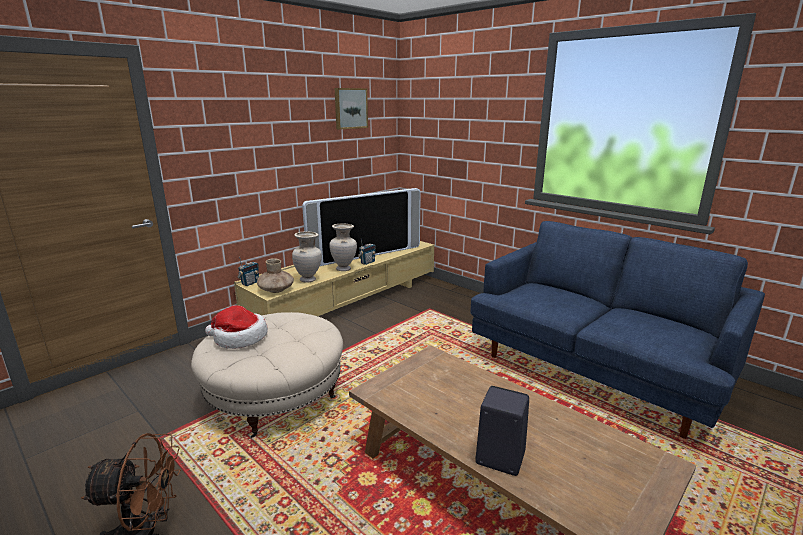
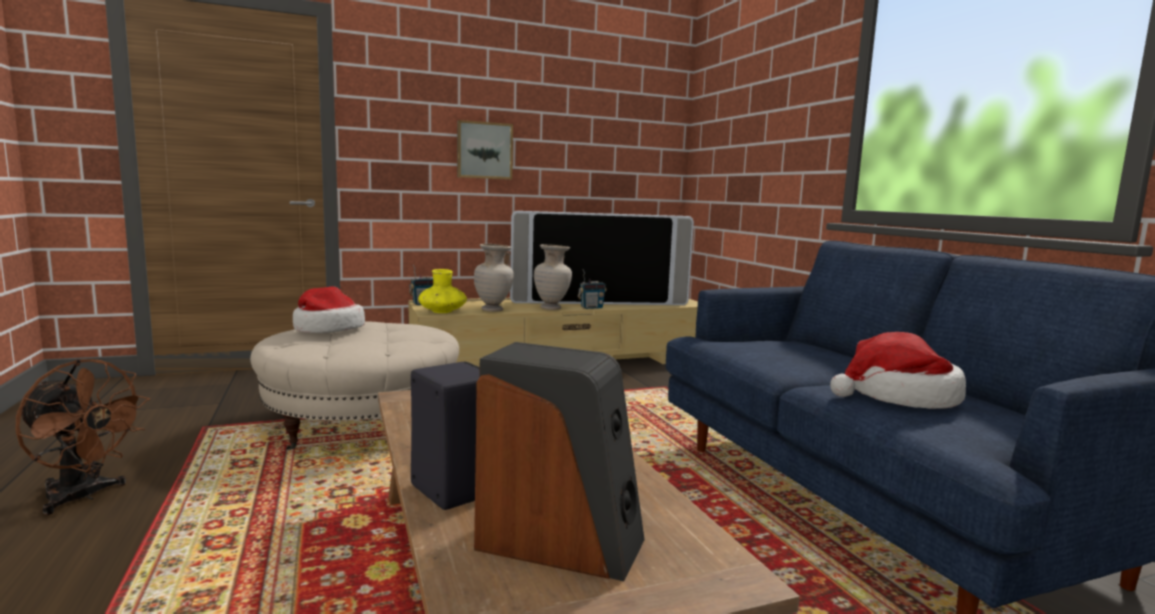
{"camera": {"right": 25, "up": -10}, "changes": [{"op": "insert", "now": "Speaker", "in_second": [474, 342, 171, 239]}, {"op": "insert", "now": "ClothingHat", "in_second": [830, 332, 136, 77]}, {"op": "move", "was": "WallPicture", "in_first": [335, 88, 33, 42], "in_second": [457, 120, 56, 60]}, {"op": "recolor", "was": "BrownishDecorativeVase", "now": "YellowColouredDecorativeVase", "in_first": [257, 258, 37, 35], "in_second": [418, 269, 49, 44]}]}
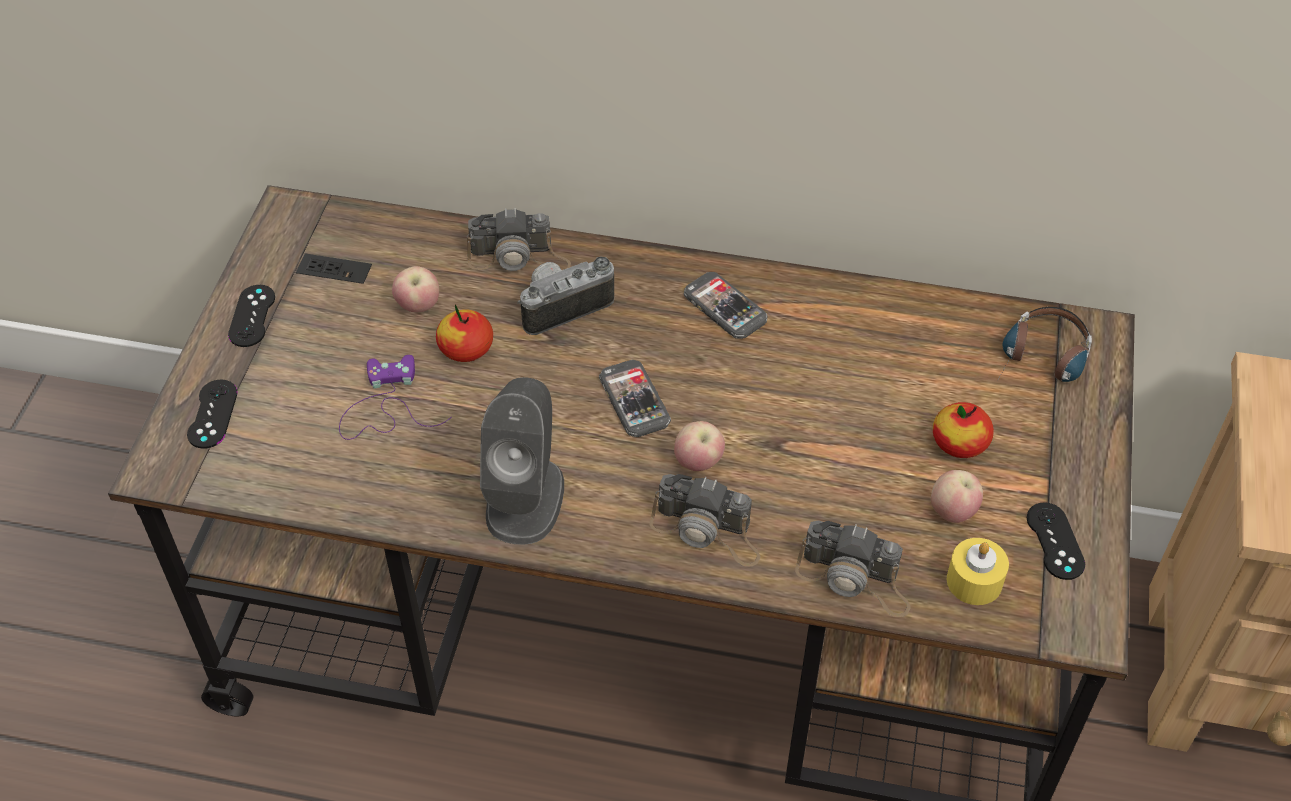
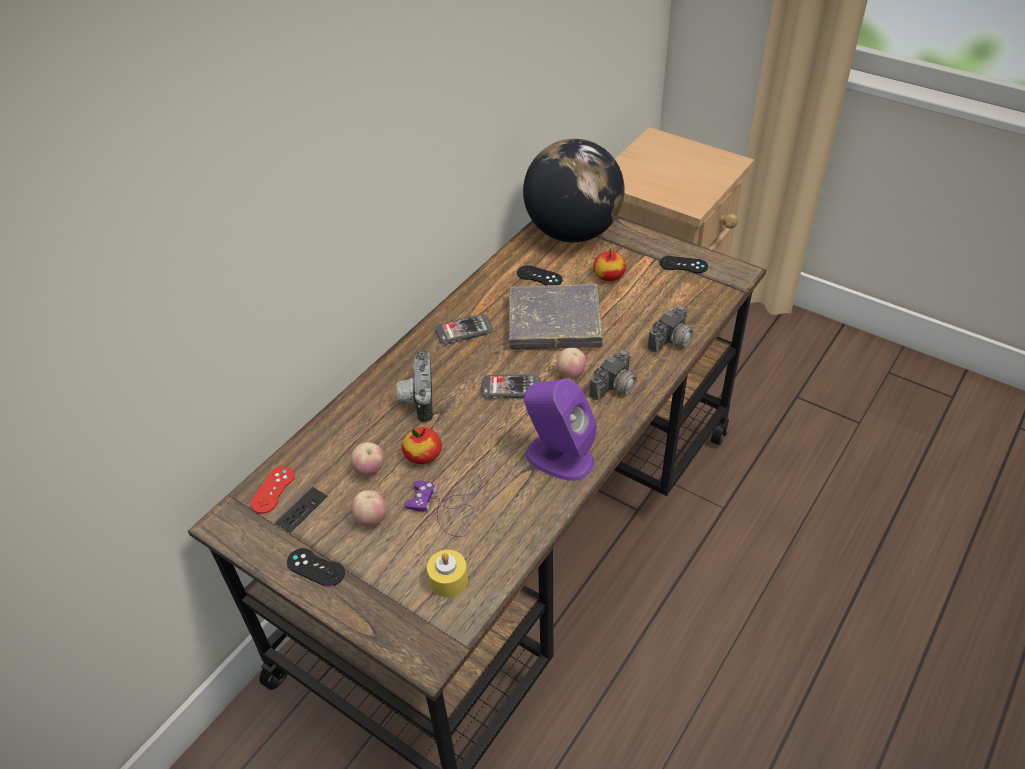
{"camera": {"right": -65, "up": -5}, "changes": [{"op": "delete", "was": "StillCamera", "in_first": [467, 208, 104, 63]}, {"op": "insert", "now": "ReddishGamepad", "in_second": [251, 466, 43, 48]}, {"op": "insert", "now": "GrayBoundBook", "in_second": [509, 284, 94, 66]}, {"op": "move", "was": "BlackishGamepad", "in_first": [187, 380, 51, 69], "in_second": [517, 265, 45, 20]}, {"op": "move", "was": "AppleFruit", "in_first": [931, 470, 52, 53], "in_second": [351, 490, 35, 36]}, {"op": "move", "was": "YellowColouredWaxLight", "in_first": [947, 538, 62, 67], "in_second": [427, 550, 41, 47]}, {"op": "replace", "was": "Headset", "now": "Globe", "in_first": [998, 307, 94, 75], "in_second": [523, 139, 102, 103]}, {"op": "recolor", "was": "GraySpeaker", "now": "PurplishSpeaker", "in_first": [480, 377, 84, 168], "in_second": [524, 379, 73, 102]}]}
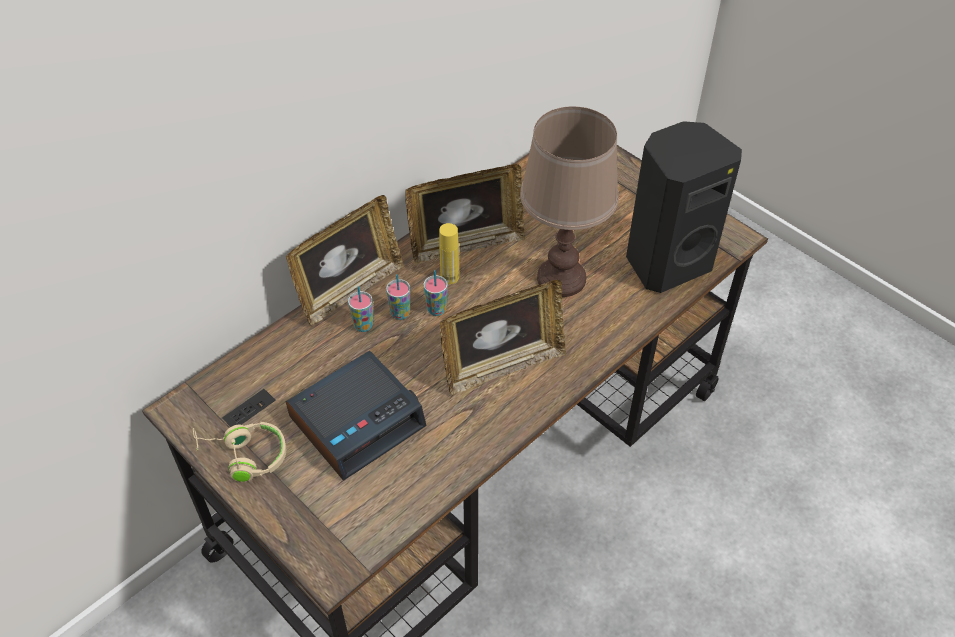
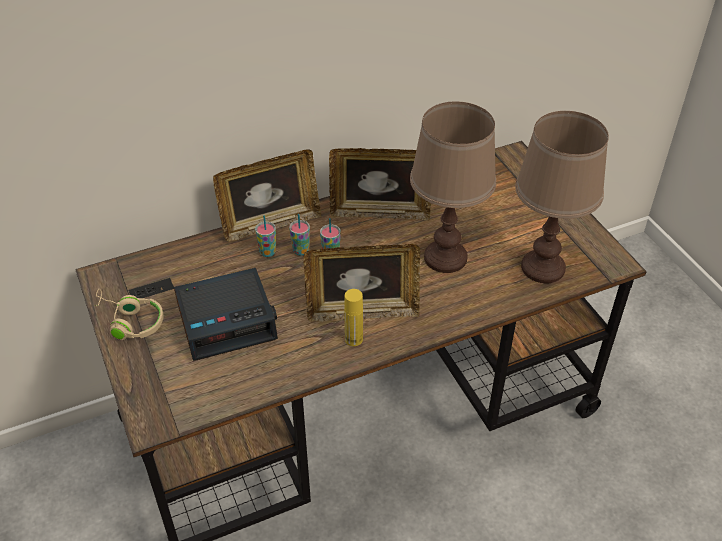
{"camera": {"right": 20, "up": -5}, "changes": [{"op": "move", "was": "YellowColouredBottle", "in_first": [439, 223, 20, 61], "in_second": [344, 289, 19, 57]}, {"op": "replace", "was": "BlackishSpeaker", "now": "BrownishTabletopLamp", "in_first": [626, 121, 116, 172], "in_second": [515, 111, 94, 172]}]}
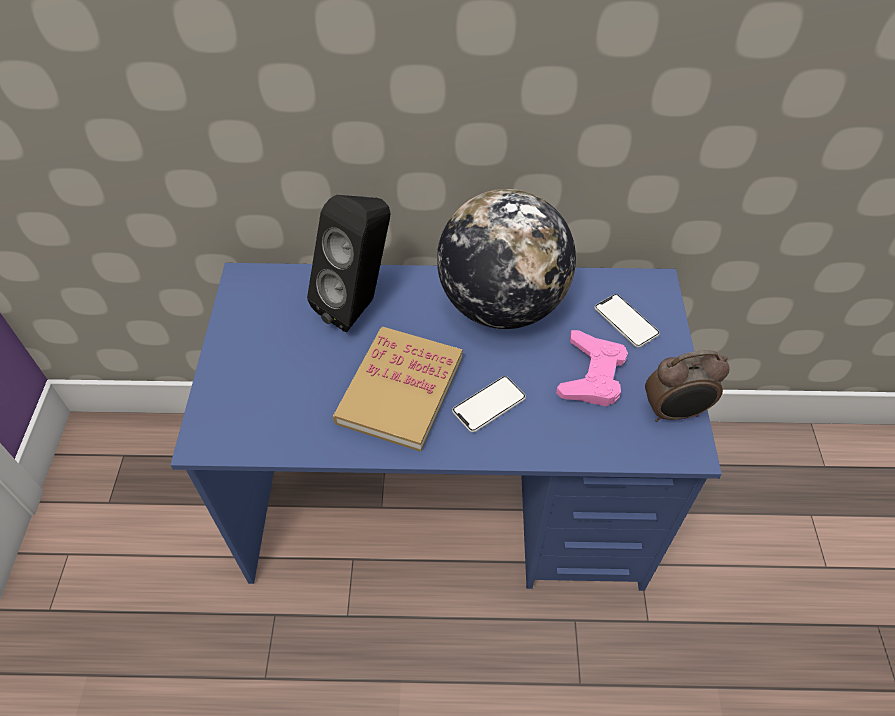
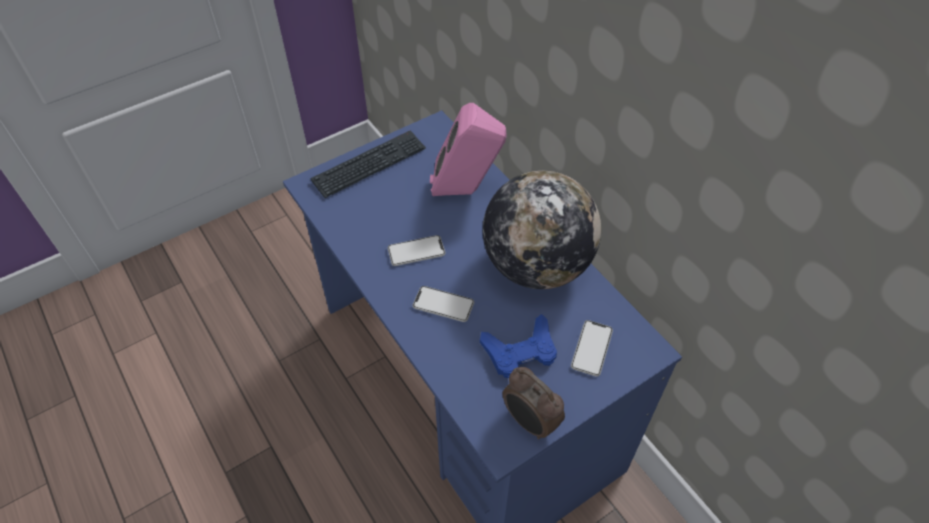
{"camera": {"right": 55, "up": 0}, "changes": [{"op": "insert", "now": "Keyboard", "in_second": [311, 130, 115, 68]}, {"op": "replace", "was": "BoundBook", "now": "Phone", "in_first": [333, 327, 130, 125], "in_second": [387, 235, 58, 31]}, {"op": "recolor", "was": "BlackishSpeaker", "now": "PinkColouredSpeaker", "in_first": [307, 195, 83, 137], "in_second": [430, 103, 77, 93]}, {"op": "recolor", "was": "PinkColouredGamepad", "now": "BlueColouredGamepad", "in_first": [556, 330, 72, 76], "in_second": [480, 314, 77, 64]}]}
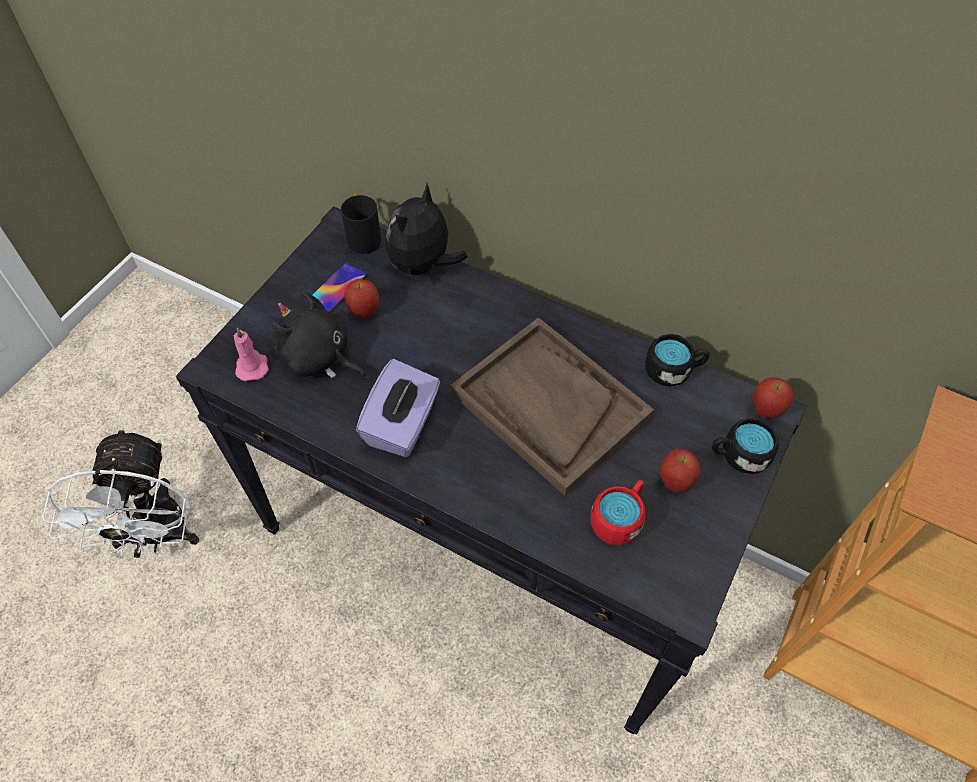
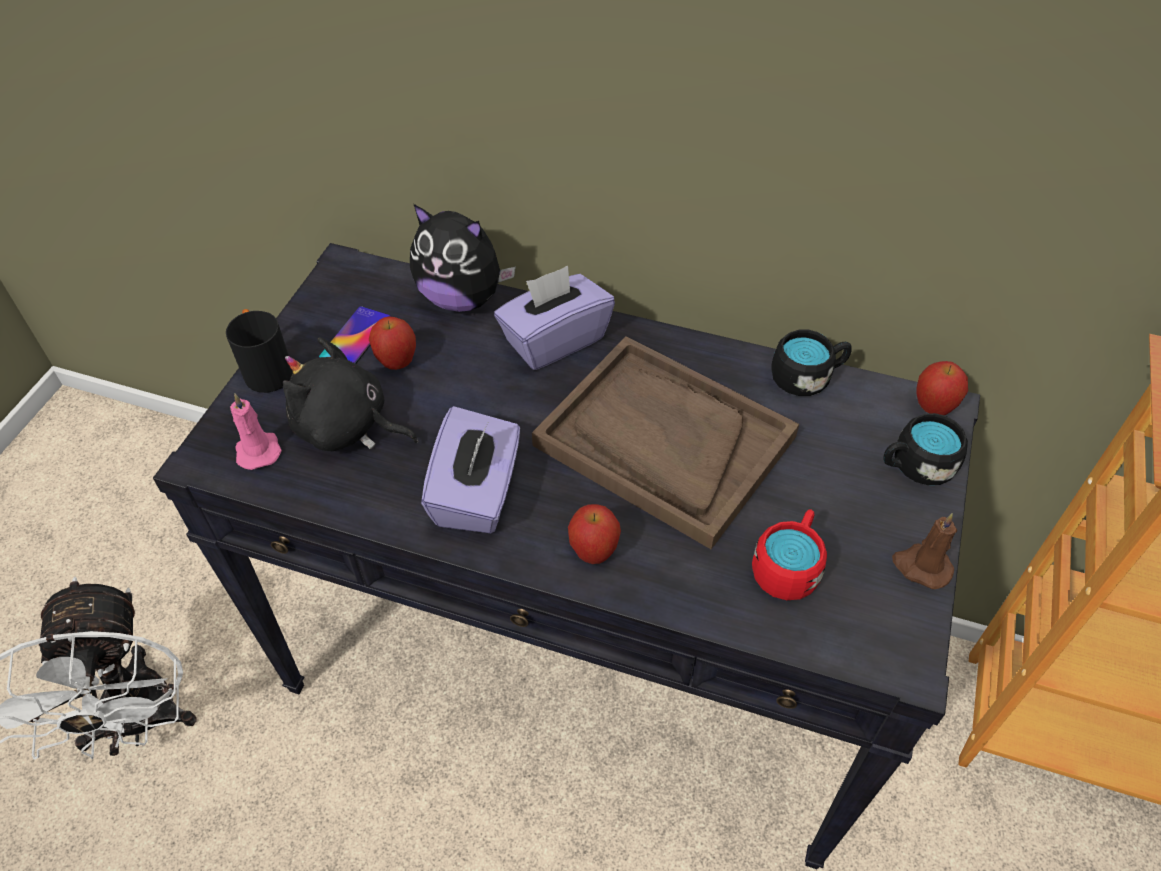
{"camera": {"right": -10, "up": -5}, "changes": [{"op": "insert", "now": "PurplishTissueHolder", "in_second": [494, 266, 121, 104]}, {"op": "insert", "now": "BrownishWaxLight", "in_second": [892, 513, 65, 76]}, {"op": "move", "was": "BlackishCoffeeMug", "in_first": [341, 193, 40, 61], "in_second": [226, 309, 67, 84]}, {"op": "move", "was": "AppleFruit", "in_first": [660, 449, 41, 43], "in_second": [568, 504, 53, 60]}, {"op": "rotate", "was": "CuddlyToy", "in_first": [385, 183, 82, 96], "in_second": [410, 204, 106, 108], "clockwise": -90}]}
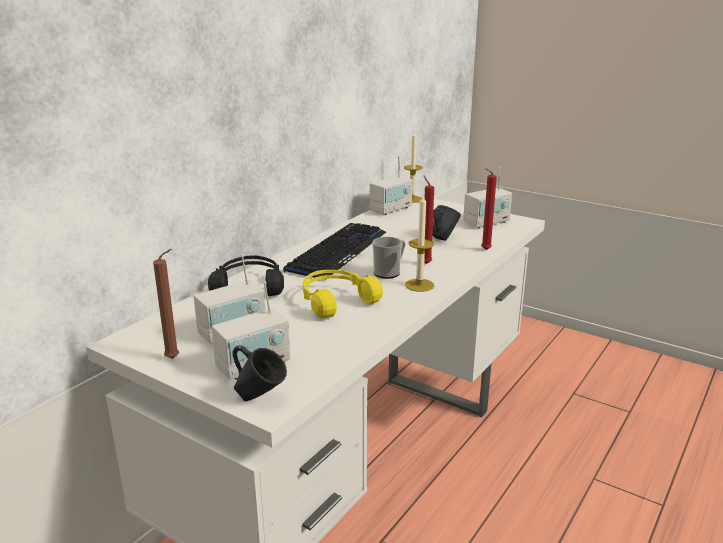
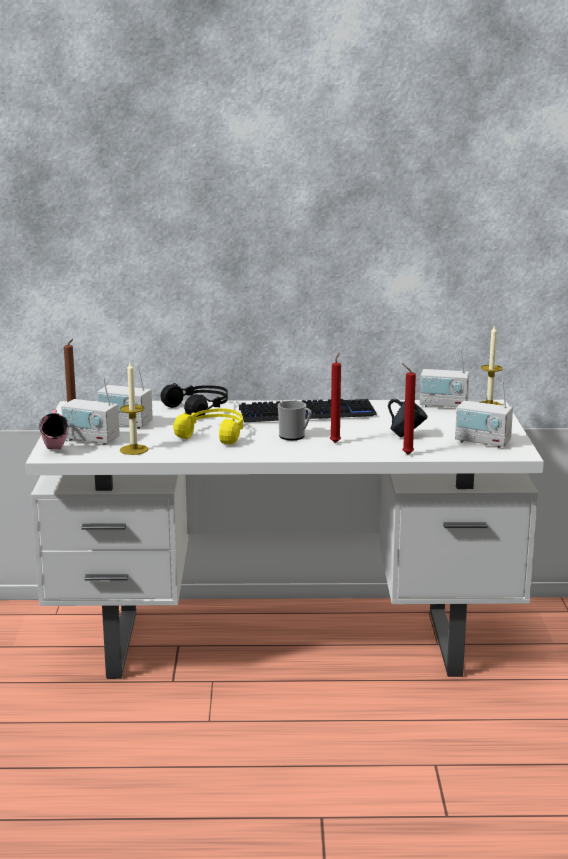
{"camera": {"right": 55, "up": -5}, "changes": [{"op": "move", "was": "WaxLight", "in_first": [405, 195, 29, 97], "in_second": [120, 362, 28, 93]}, {"op": "recolor", "was": "BlueColouredCoffeeMug", "now": "PinkColouredCoffeeMug", "in_first": [232, 345, 55, 56], "in_second": [39, 409, 30, 40]}]}
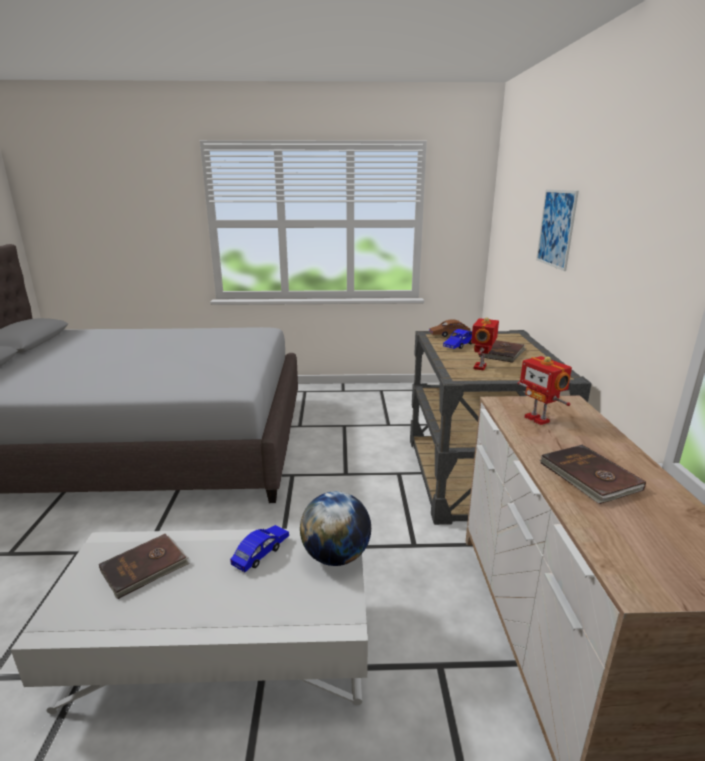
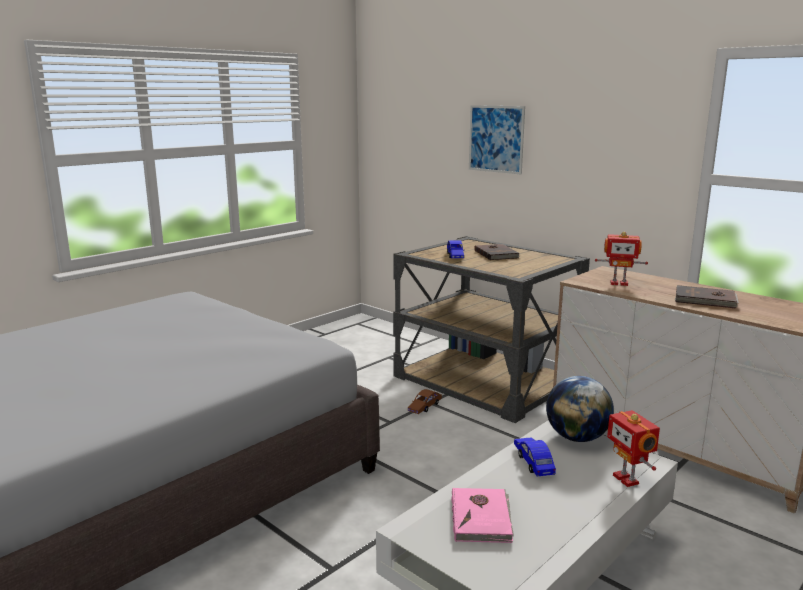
{"camera": {"right": -45, "up": -5}, "changes": [{"op": "move", "was": "BrownishMiniatureCar", "in_first": [429, 319, 42, 18], "in_second": [408, 389, 34, 25]}, {"op": "move", "was": "RobotFigure", "in_first": [471, 317, 28, 54], "in_second": [607, 410, 53, 77]}, {"op": "recolor", "was": "BrownishBoundBook", "now": "PinkColouredBoundBook", "in_first": [99, 534, 90, 65], "in_second": [451, 488, 63, 55]}]}
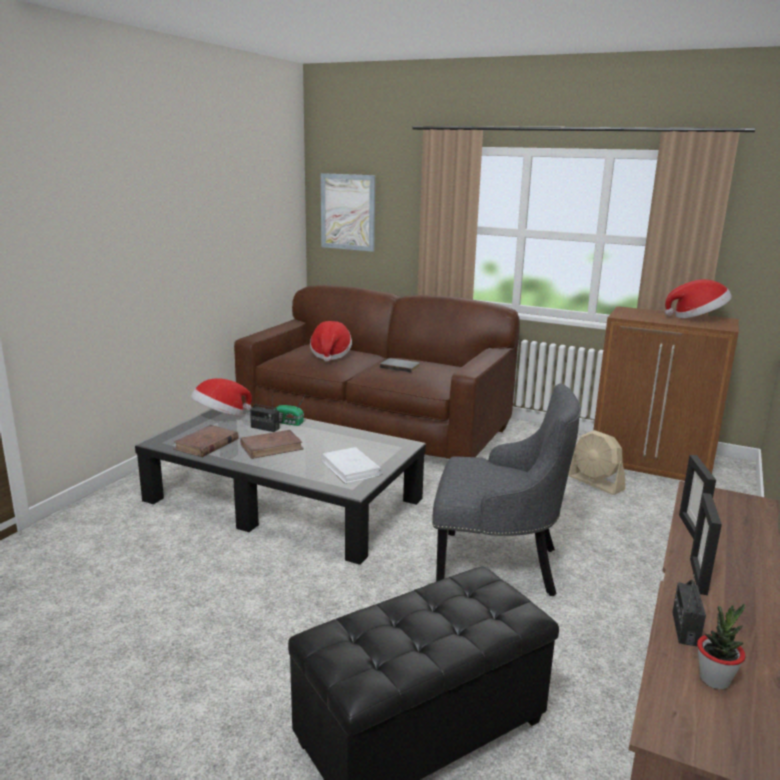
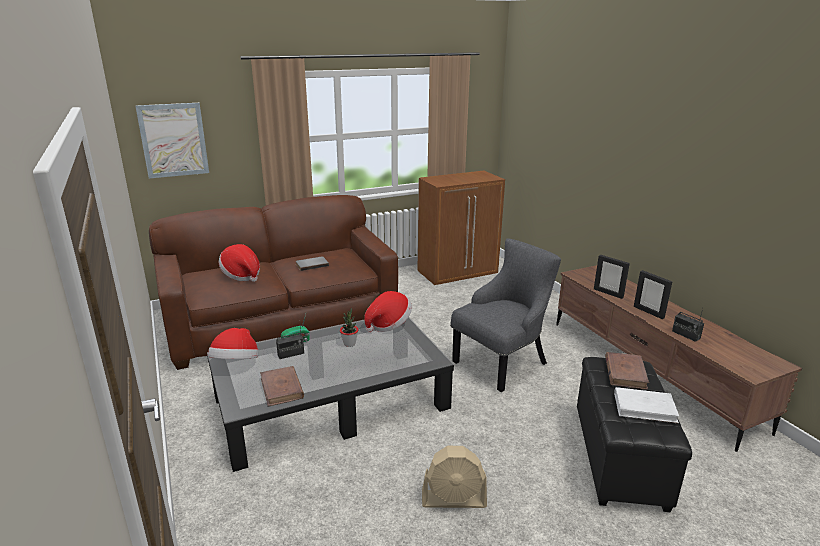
{"camera": {"right": -50, "up": 5}, "changes": [{"op": "move", "was": "BrownishBoundBook", "in_first": [240, 430, 63, 29], "in_second": [605, 352, 44, 38]}, {"op": "move", "was": "WhiteBoundBook", "in_first": [322, 447, 60, 37], "in_second": [614, 387, 65, 37]}, {"op": "move", "was": "SandColouredElectricFan", "in_first": [568, 430, 57, 65], "in_second": [422, 446, 65, 62]}, {"op": "move", "was": "ClothingHat", "in_first": [665, 279, 67, 39], "in_second": [364, 291, 48, 41]}, {"op": "move", "was": "PlantInAPot", "in_first": [697, 604, 49, 85], "in_second": [340, 308, 19, 39]}]}
